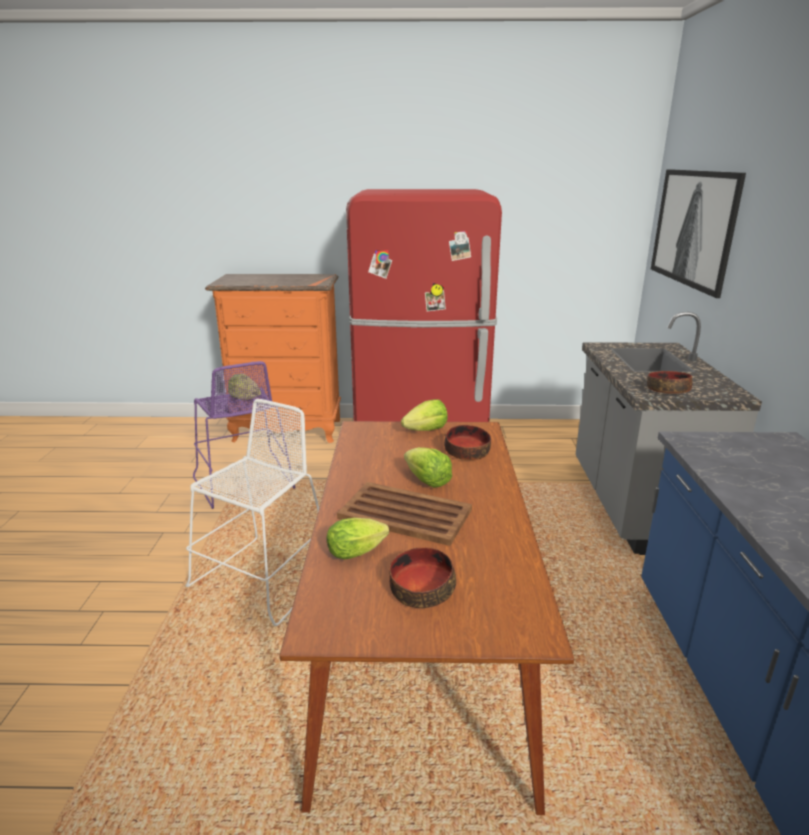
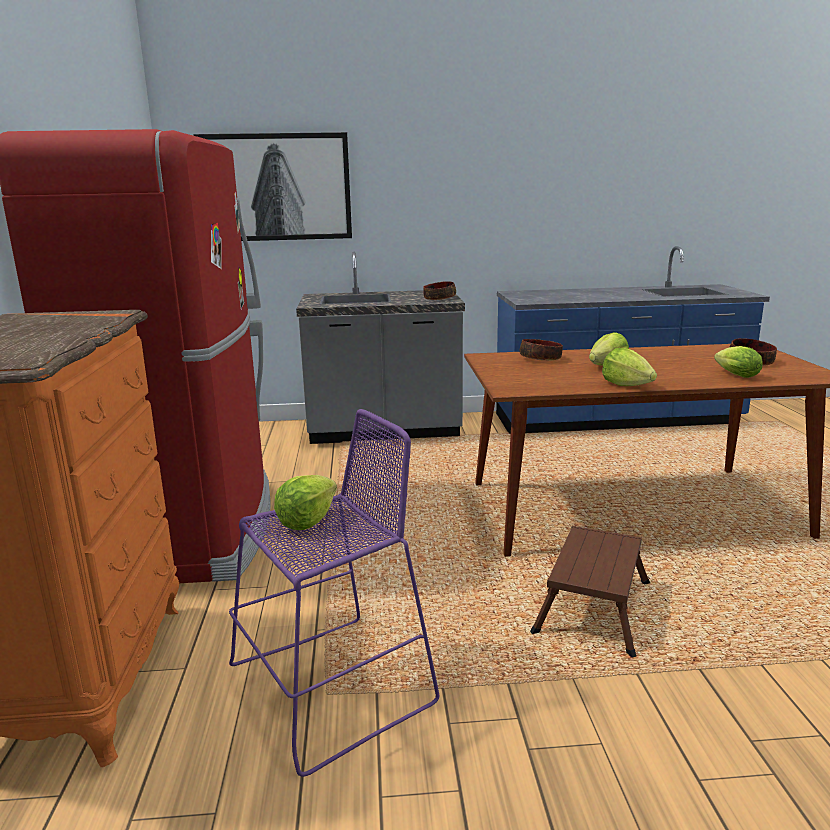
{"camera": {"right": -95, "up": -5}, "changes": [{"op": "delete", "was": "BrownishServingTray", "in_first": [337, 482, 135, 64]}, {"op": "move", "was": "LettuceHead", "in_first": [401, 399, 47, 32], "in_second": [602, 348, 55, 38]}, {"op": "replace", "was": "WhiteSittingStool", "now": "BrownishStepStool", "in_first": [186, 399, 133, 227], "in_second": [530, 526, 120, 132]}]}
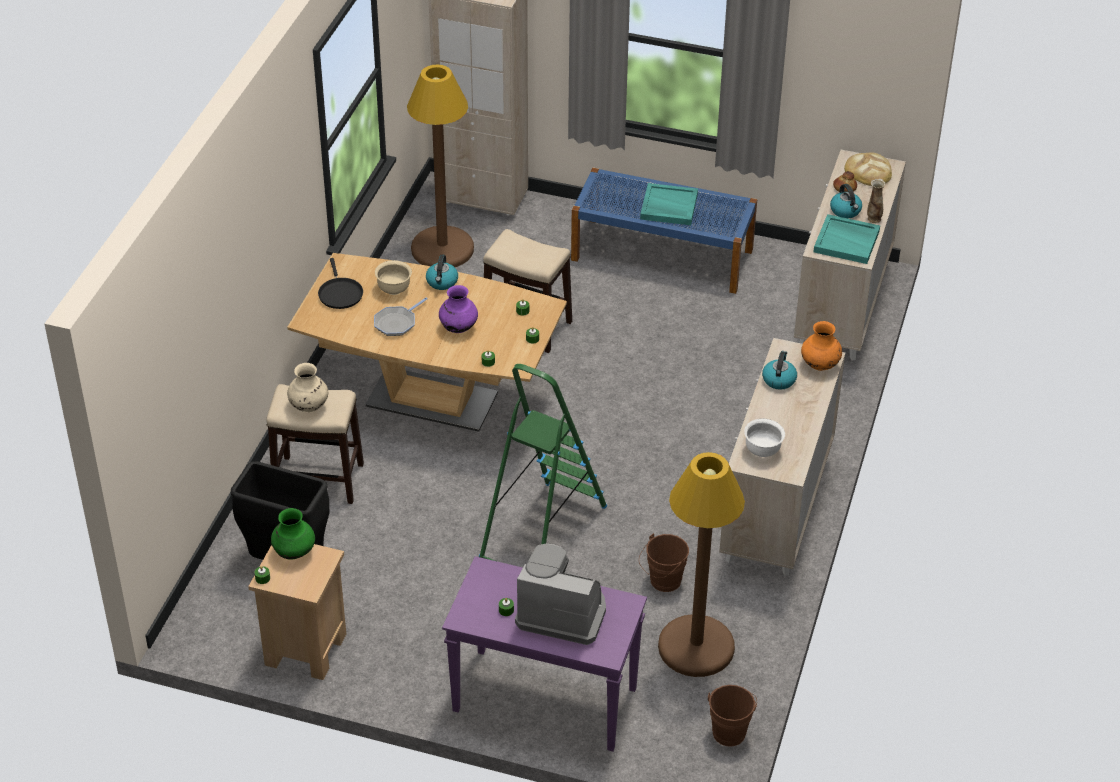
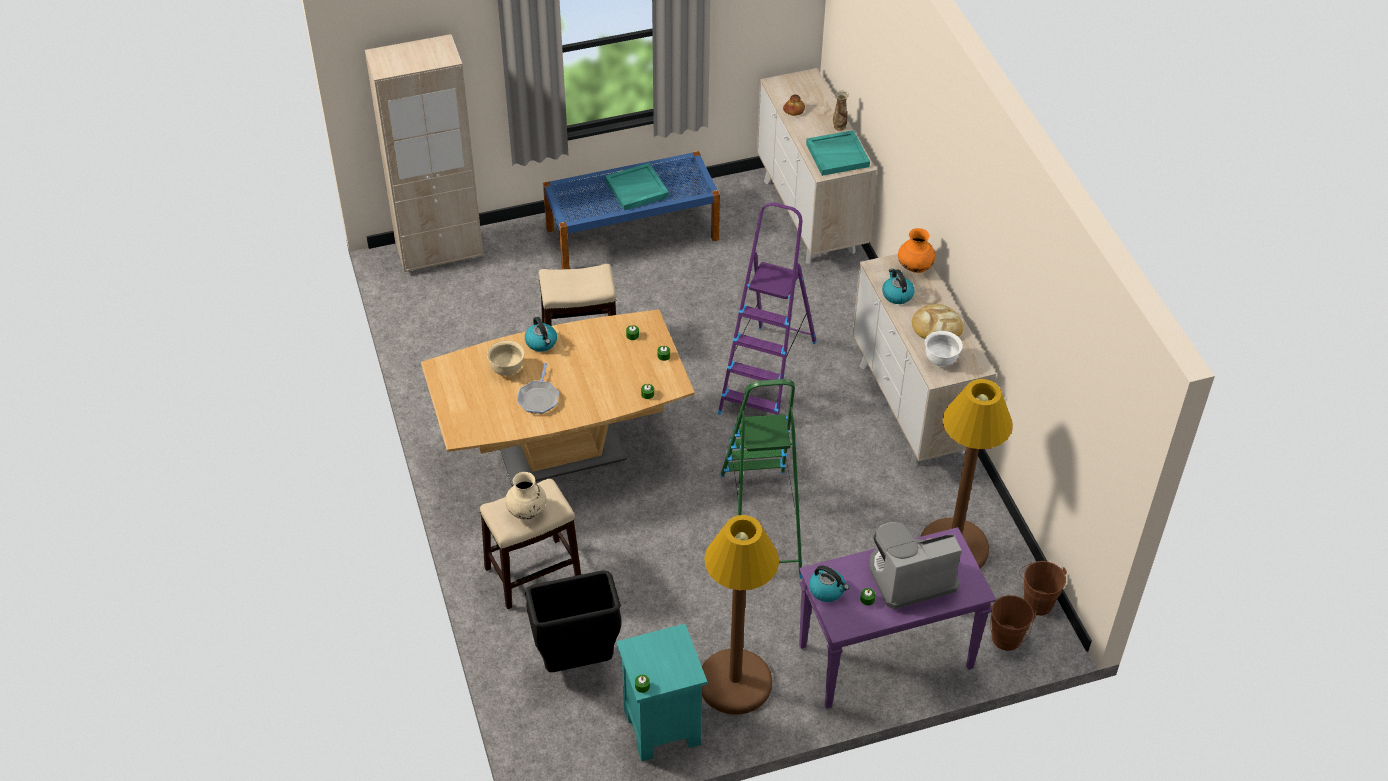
{"camera": {"right": -35, "up": 5}, "changes": [{"op": "delete", "was": "GreenDecorativeVase", "in_first": [271, 508, 44, 52]}, {"op": "delete", "was": "BlackishSkillet", "in_first": [318, 258, 45, 51]}, {"op": "delete", "was": "PurplishDecorativeVase", "in_first": [439, 285, 39, 48]}, {"op": "insert", "now": "PurplishStepStool", "in_second": [718, 202, 99, 213]}, {"op": "move", "was": "BrownishStandingLamp", "in_first": [407, 65, 67, 202], "in_second": [702, 515, 77, 200]}, {"op": "move", "was": "BrownishBucket", "in_first": [639, 533, 50, 59], "in_second": [990, 595, 46, 56]}, {"op": "move", "was": "Kettle", "in_first": [830, 184, 32, 34], "in_second": [809, 566, 40, 36]}, {"op": "move", "was": "Bread", "in_first": [844, 152, 48, 34], "in_second": [912, 304, 52, 35]}, {"op": "recolor", "was": "SandColouredNightTable", "now": "TurquoiseColouredNightTable", "in_first": [248, 544, 98, 136], "in_second": [616, 624, 91, 138]}]}
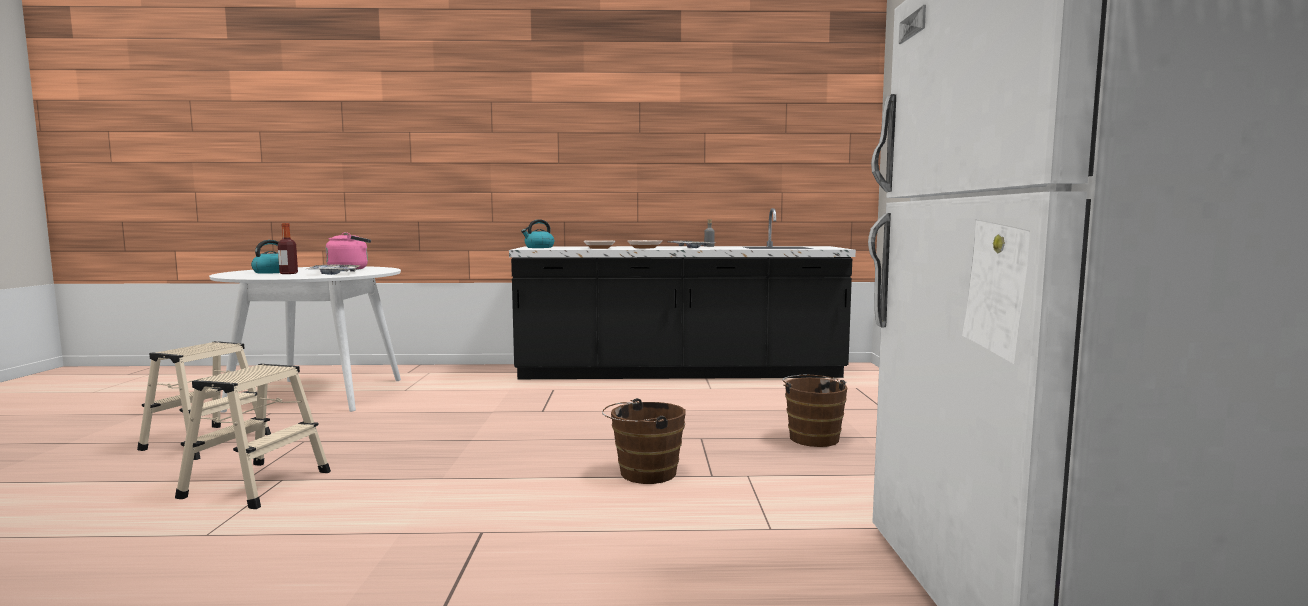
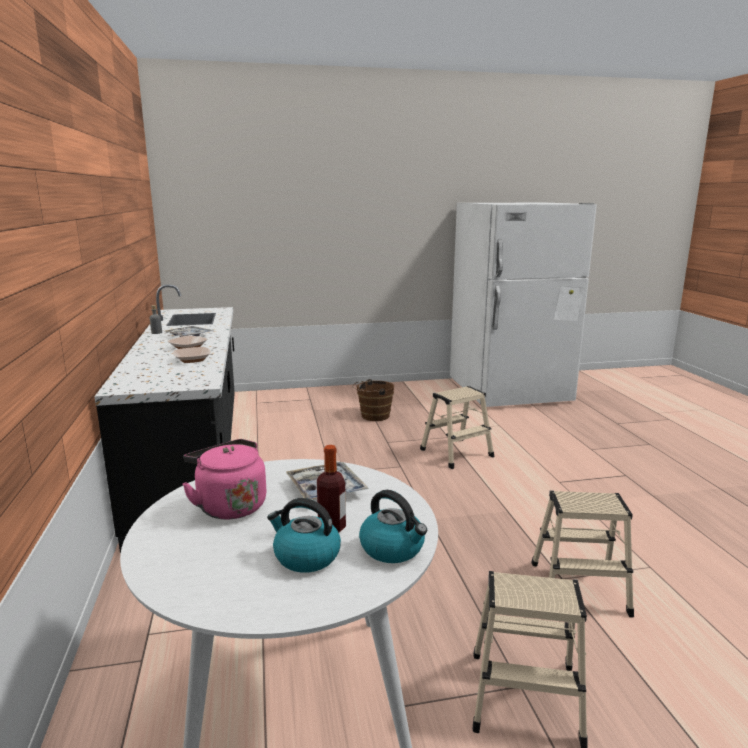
{"camera": {"right": -100, "up": 10}, "changes": [{"op": "move", "was": "Kettle", "in_first": [521, 219, 33, 29], "in_second": [359, 490, 68, 73]}, {"op": "replace", "was": "BrownishBucket", "now": "SandColouredStepStool", "in_first": [602, 398, 84, 86], "in_second": [420, 386, 75, 83]}]}
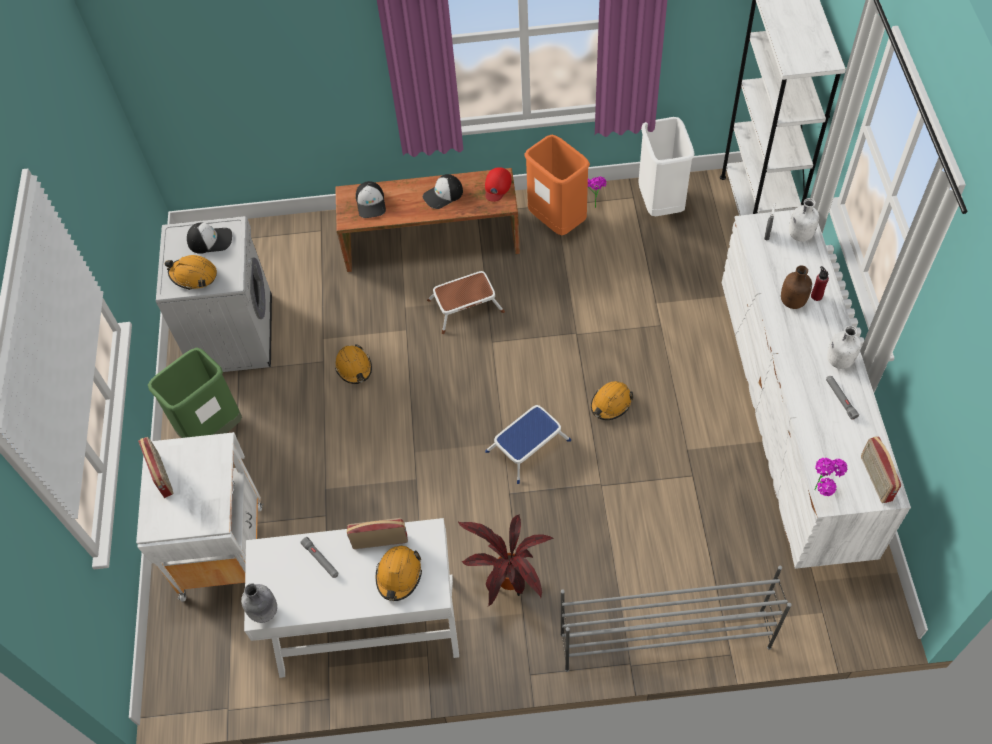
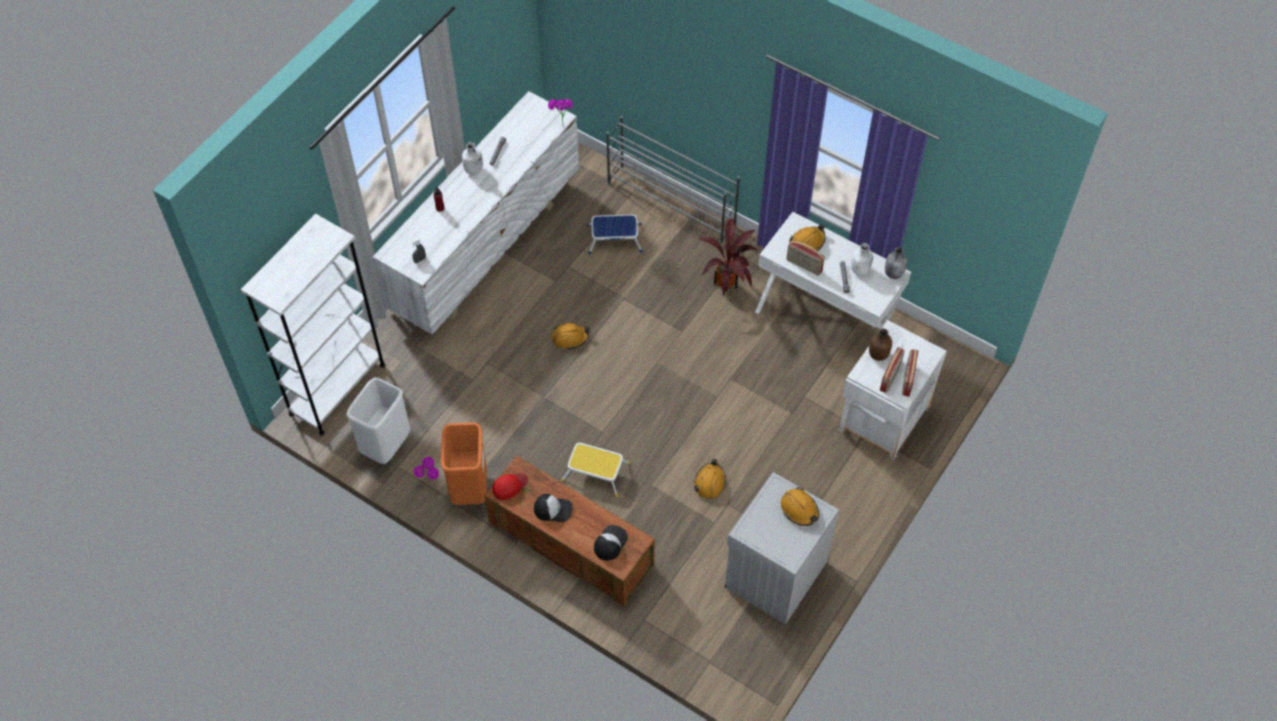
{"camera": {"right": -145, "up": 0}, "changes": [{"op": "delete", "was": "GreenRubbishBin", "in_first": [148, 348, 94, 90]}, {"op": "delete", "was": "PeakedCap", "in_first": [187, 223, 45, 31]}, {"op": "move", "was": "BlueColouredStepStool", "in_first": [485, 405, 86, 79], "in_second": [588, 214, 55, 40]}, {"op": "move", "was": "BrownishBottle", "in_first": [781, 265, 31, 44], "in_second": [869, 329, 23, 32]}, {"op": "move", "was": "WhiteBottle", "in_first": [789, 198, 30, 44], "in_second": [851, 243, 22, 32]}, {"op": "move", "was": "RadioSet", "in_first": [861, 437, 40, 66], "in_second": [880, 347, 25, 46]}, {"op": "recolor", "was": "BrownishStepStool", "now": "YellowColouredStepStool", "in_first": [427, 271, 78, 63], "in_second": [561, 443, 69, 54]}]}
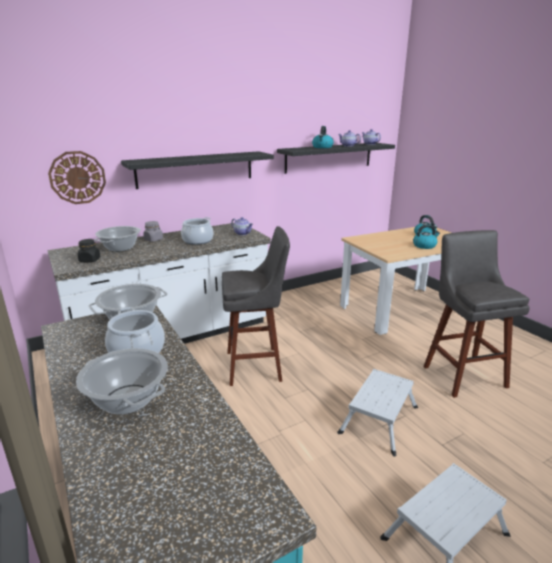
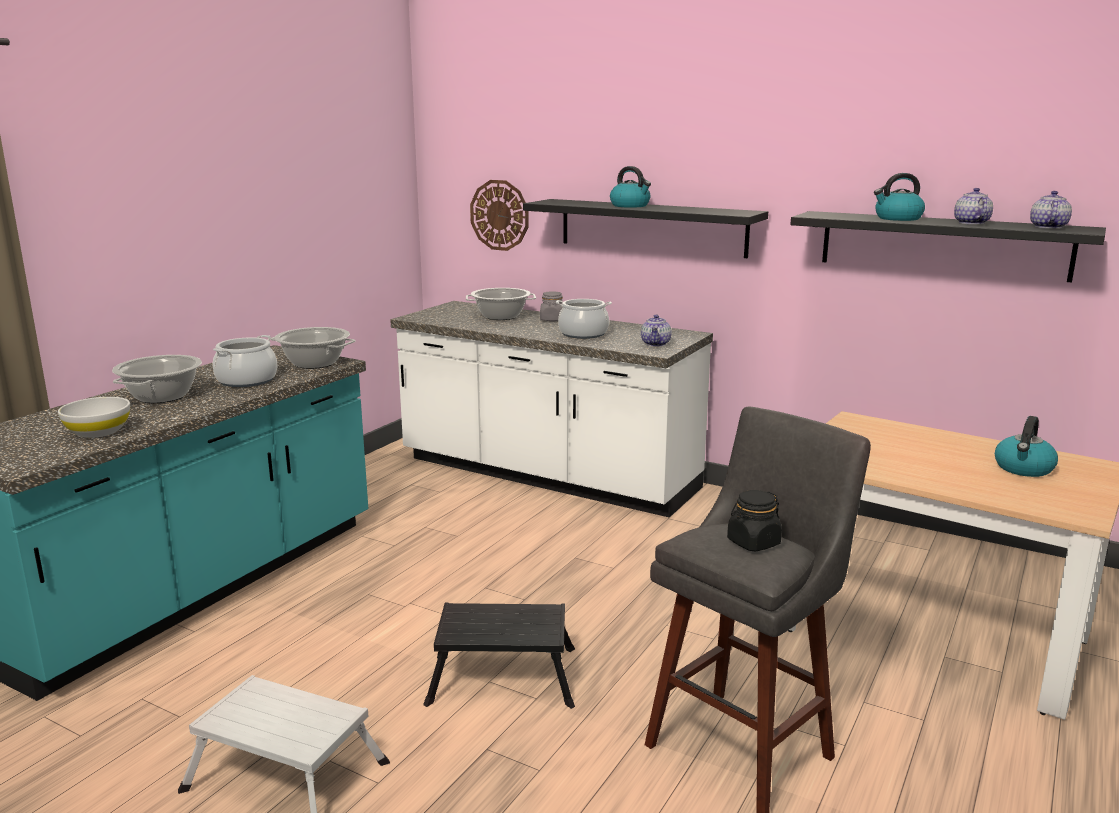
{"camera": {"right": 60, "up": -5}, "changes": [{"op": "delete", "was": "GraySittingStool", "in_first": [222, 226, 68, 160]}, {"op": "insert", "now": "WhiteServingBowl", "in_second": [58, 397, 72, 41]}, {"op": "move", "was": "BlackishPreserveJar", "in_first": [78, 239, 22, 23], "in_second": [727, 490, 55, 61]}, {"op": "move", "was": "Kettle", "in_first": [413, 225, 27, 24], "in_second": [610, 166, 41, 42]}, {"op": "recolor", "was": "WhiteStepStool", "now": "BlackishStepStool", "in_first": [337, 369, 81, 88], "in_second": [423, 602, 152, 107]}]}
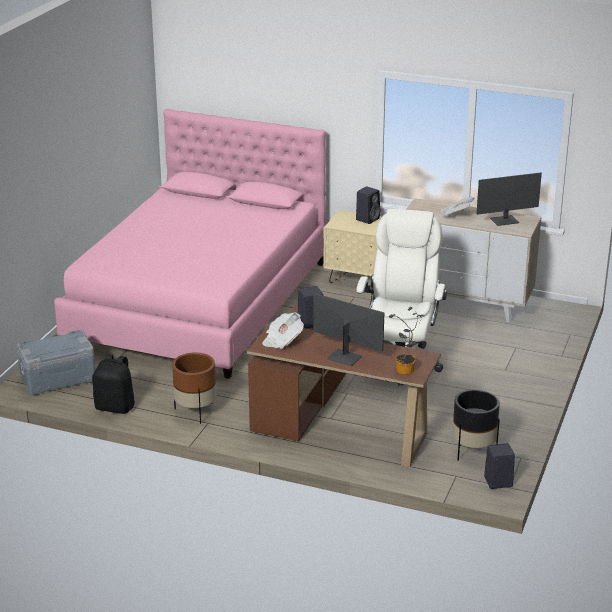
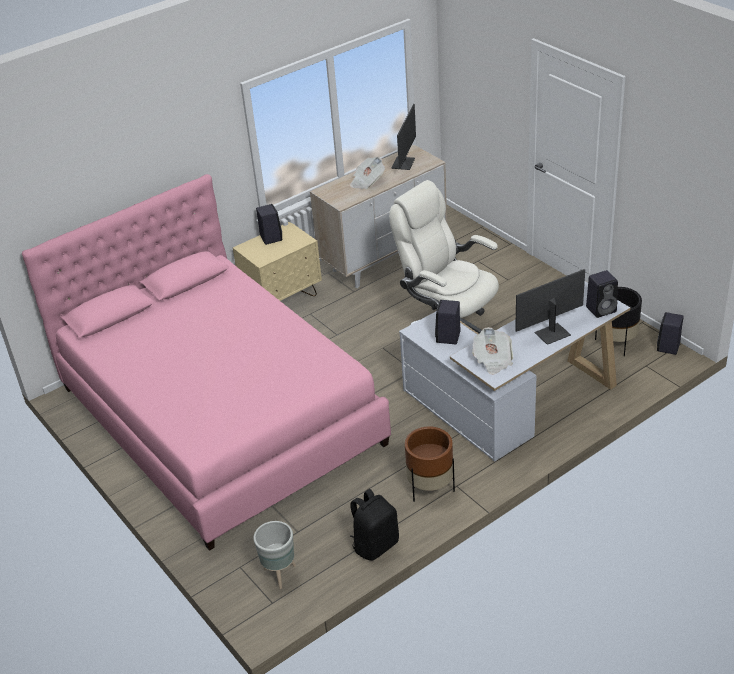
{"camera": {"right": -55, "up": 10}, "changes": [{"op": "replace", "was": "GrayStorageBox", "now": "GrayPlantPot", "in_first": [17, 330, 79, 65], "in_second": [253, 521, 43, 68]}, {"op": "replace", "was": "PlantInAPot", "now": "BlackishSpeaker", "in_first": [389, 307, 35, 68], "in_second": [586, 270, 32, 48]}, {"op": "recolor", "was": "BrownishDeskTable", "now": "WhiteDeskTable", "in_first": [247, 302, 194, 165], "in_second": [399, 281, 231, 181]}]}
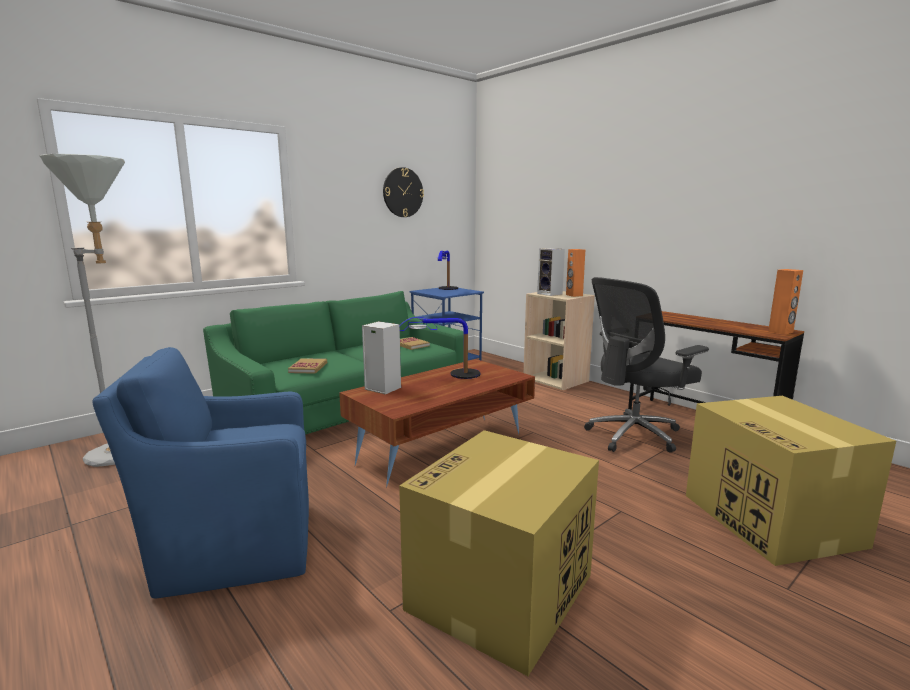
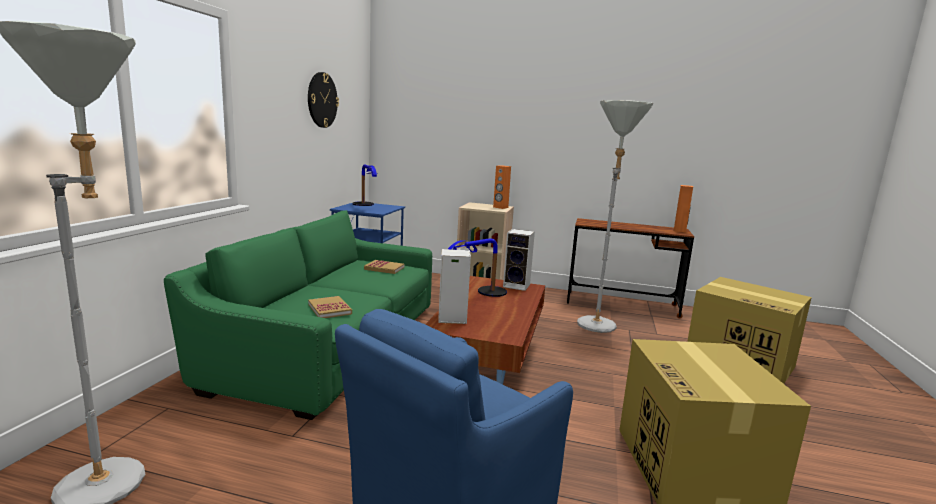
{"camera": {"right": -35, "up": 0}, "changes": [{"op": "move", "was": "Speaker", "in_first": [537, 248, 28, 48], "in_second": [503, 229, 32, 62]}, {"op": "replace", "was": "ComputerChair", "now": "GrayStandingLamp", "in_first": [584, 277, 125, 176], "in_second": [577, 100, 76, 233]}]}
